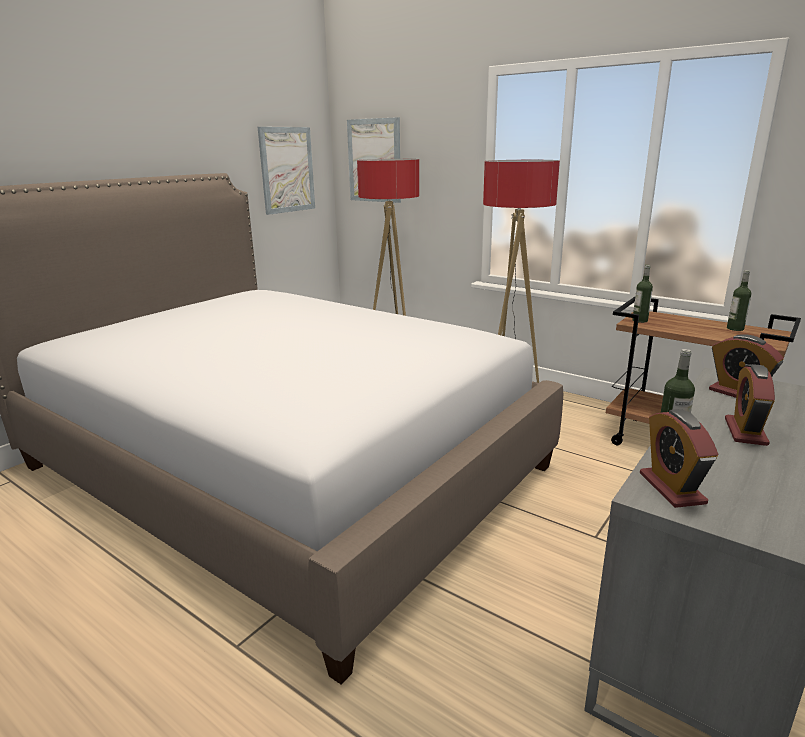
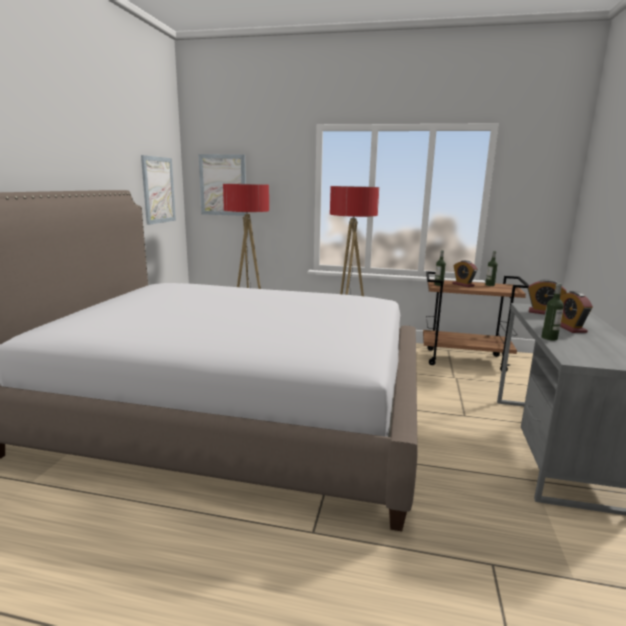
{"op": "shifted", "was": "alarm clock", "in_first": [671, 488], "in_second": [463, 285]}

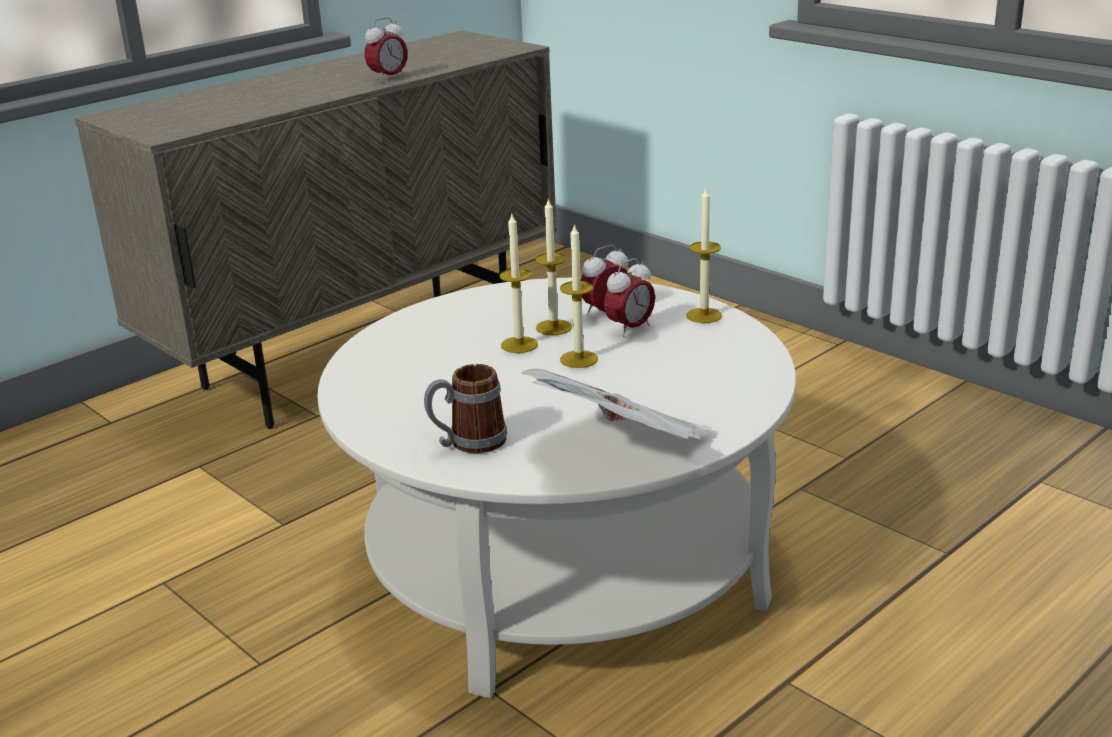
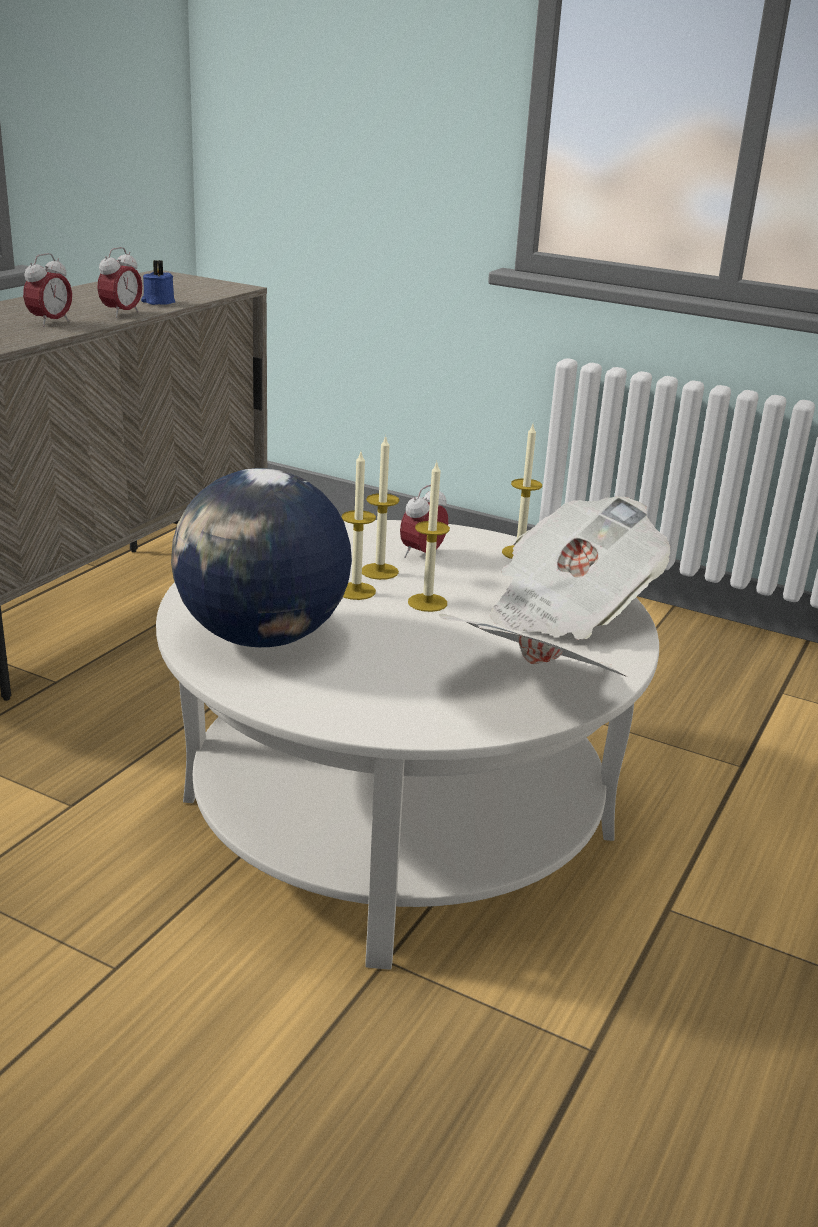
{"op": "shifted", "was": "alarm clock", "in_first": [630, 329], "in_second": [50, 323]}
{"op": "new", "now": "blue candle", "in_second": [158, 302]}
{"op": "new", "now": "globe", "in_second": [262, 638]}
{"op": "new", "now": "newspaper", "in_second": [568, 609]}
{"op": "gone", "was": "mug", "in_first": [468, 443]}

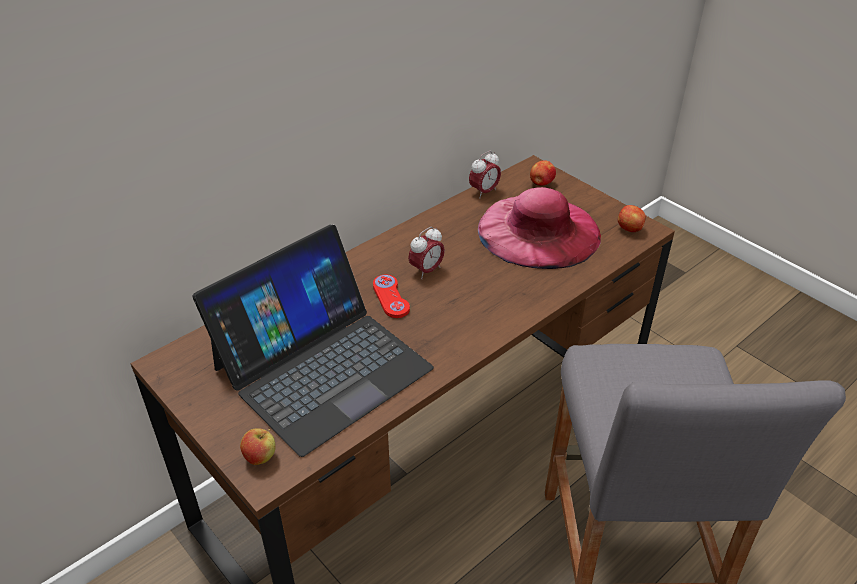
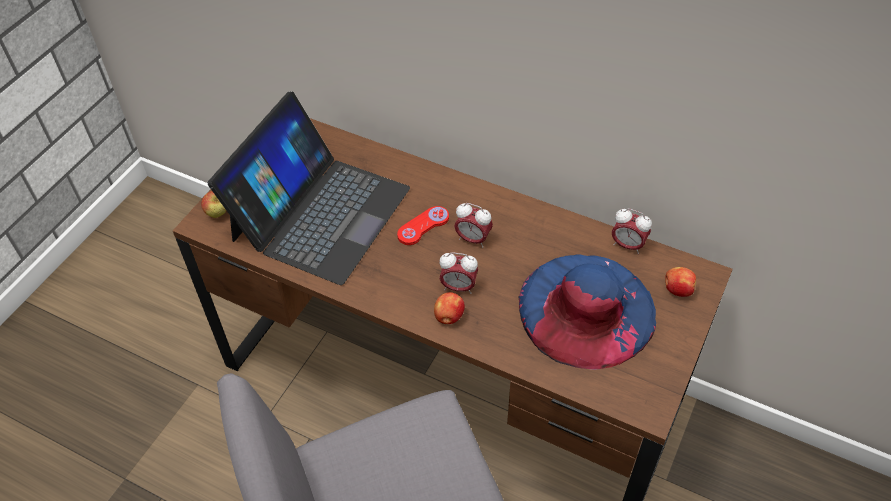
{"op": "rotated", "was": "laptop", "in_first": [322, 367], "in_second": [320, 213], "clockwise": -90}
{"op": "shifted", "was": "apple", "in_first": [630, 229], "in_second": [448, 317]}
{"op": "new", "now": "alarm clock", "in_second": [458, 287]}
{"op": "repainted", "was": "pink hat", "now": "blue hat", "in_first": [538, 231], "in_second": [586, 309]}

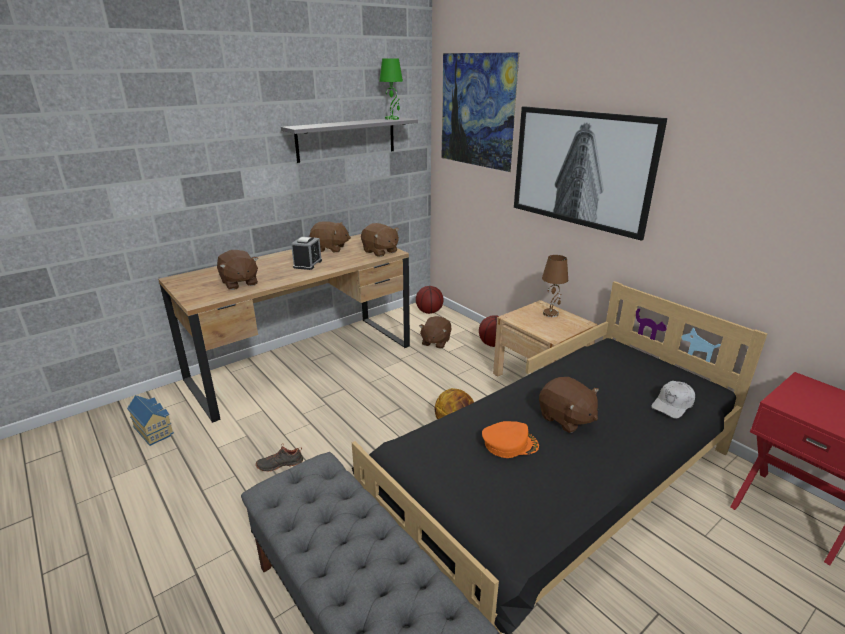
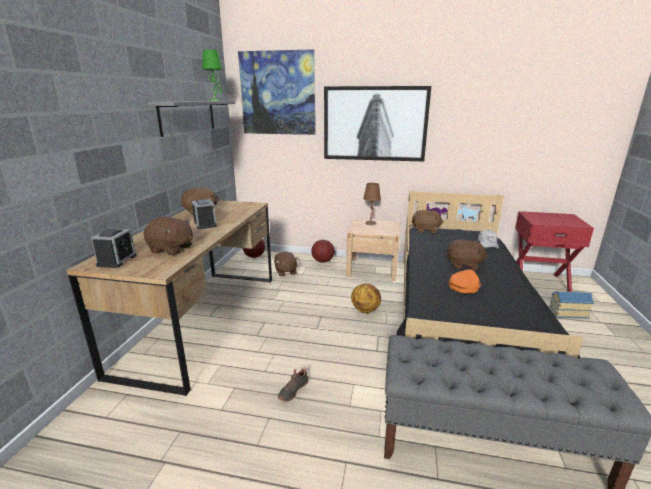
{"op": "new", "now": "alarm clock", "in_second": [117, 260]}
{"op": "shifted", "was": "brown plush toy", "in_first": [380, 252], "in_second": [425, 230]}
{"op": "shifted", "was": "toy house", "in_first": [154, 429], "in_second": [566, 312]}

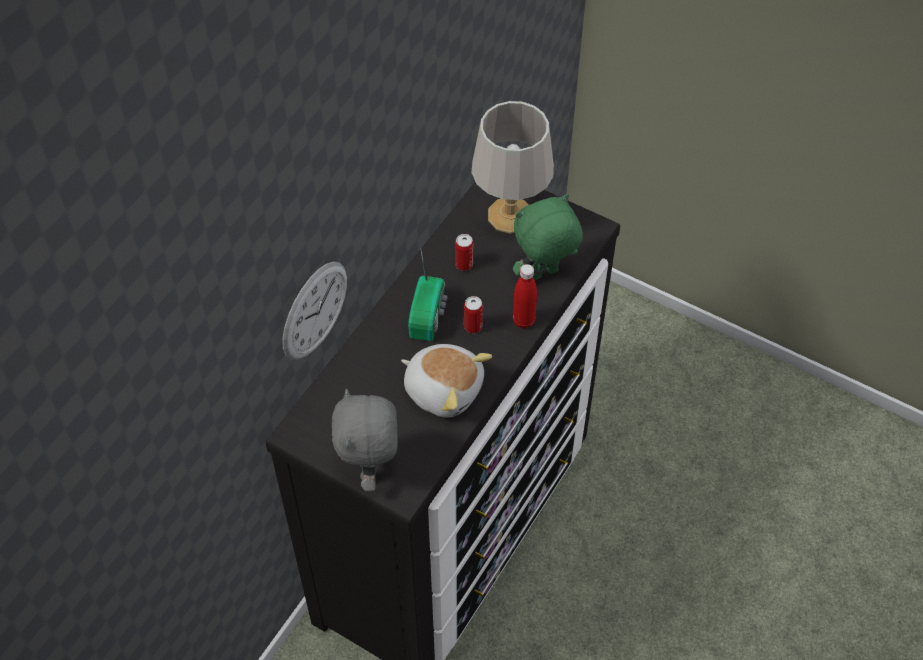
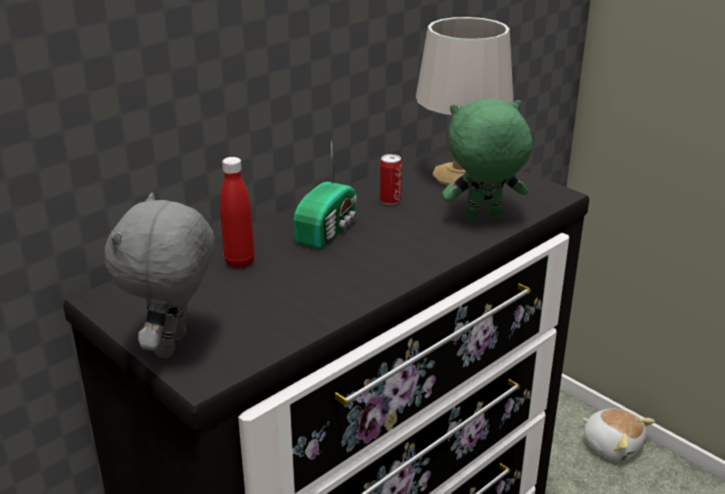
{"op": "shifted", "was": "red bottle", "in_first": [523, 321], "in_second": [239, 262]}
{"op": "shifted", "was": "plush toy", "in_first": [444, 389], "in_second": [612, 445]}
{"op": "gone", "was": "wall clock", "in_first": [314, 310]}
{"op": "gone", "was": "can", "in_first": [473, 326]}

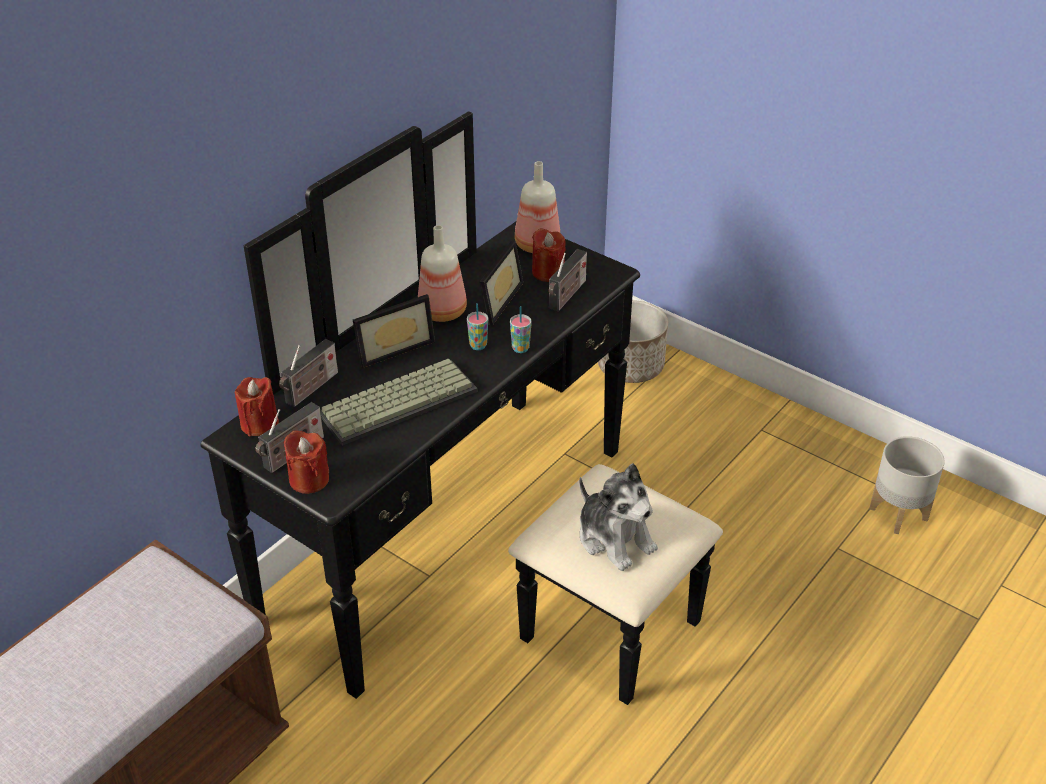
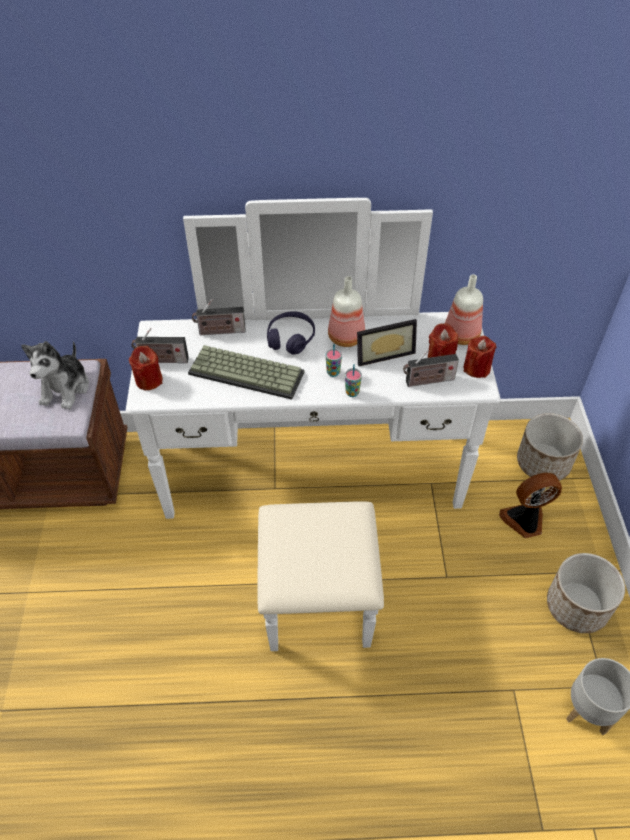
{"op": "shifted", "was": "plush toy", "in_first": [615, 538], "in_second": [65, 388]}
{"op": "repainted", "was": "black dresser", "now": "white dresser", "in_first": [483, 552], "in_second": [315, 500]}
{"op": "swapped", "was": "picture frame", "now": "purple headphones", "in_first": [392, 347], "in_second": [291, 338]}
{"op": "shifted", "was": "red candle", "in_first": [259, 424], "in_second": [476, 368]}
{"op": "new", "now": "fan", "in_second": [524, 521]}
{"op": "new", "now": "planter", "in_second": [577, 607]}

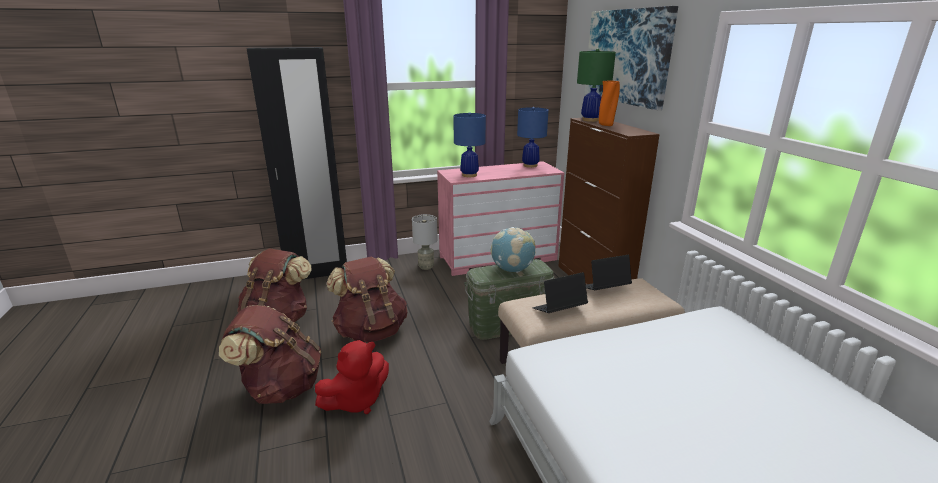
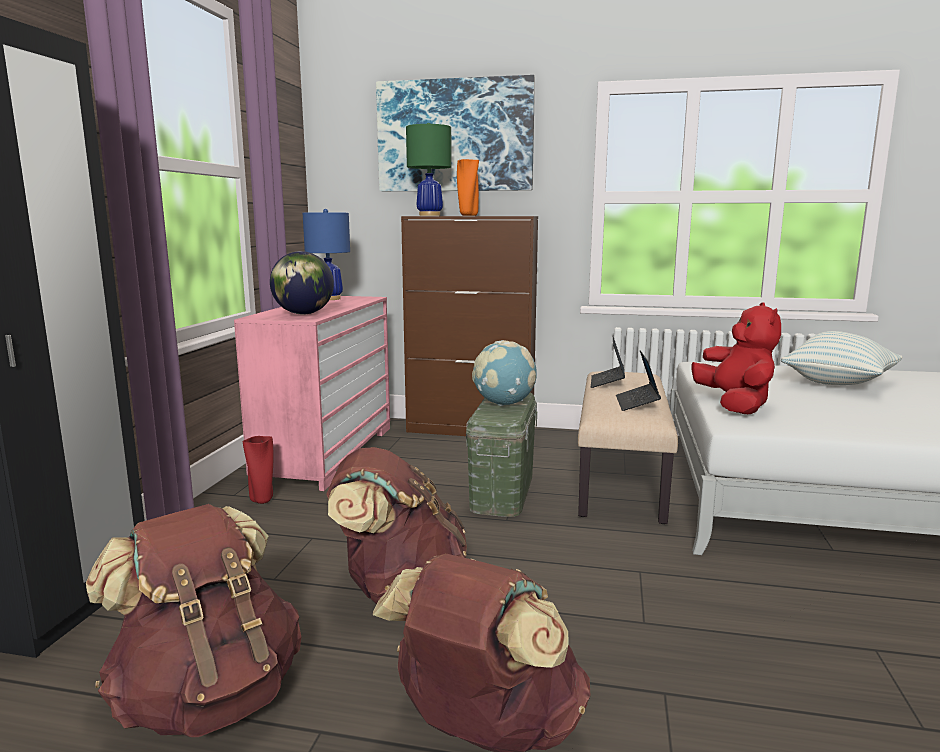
{"op": "swapped", "was": "grey table lamp", "now": "red vase", "in_first": [426, 267], "in_second": [262, 501]}
{"op": "swapped", "was": "blue table lamp", "now": "globe", "in_first": [469, 175], "in_second": [303, 314]}
{"op": "shifted", "was": "red plush toy", "in_first": [356, 401], "in_second": [735, 405]}
{"op": "new", "now": "pillow", "in_second": [838, 383]}

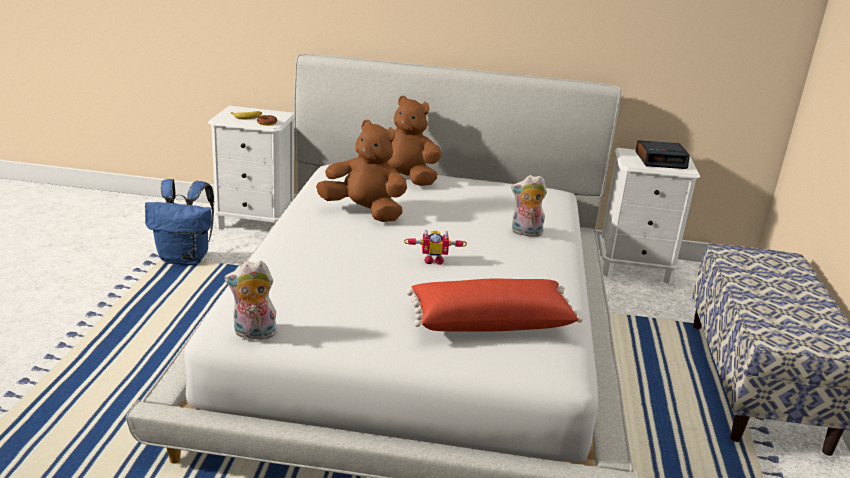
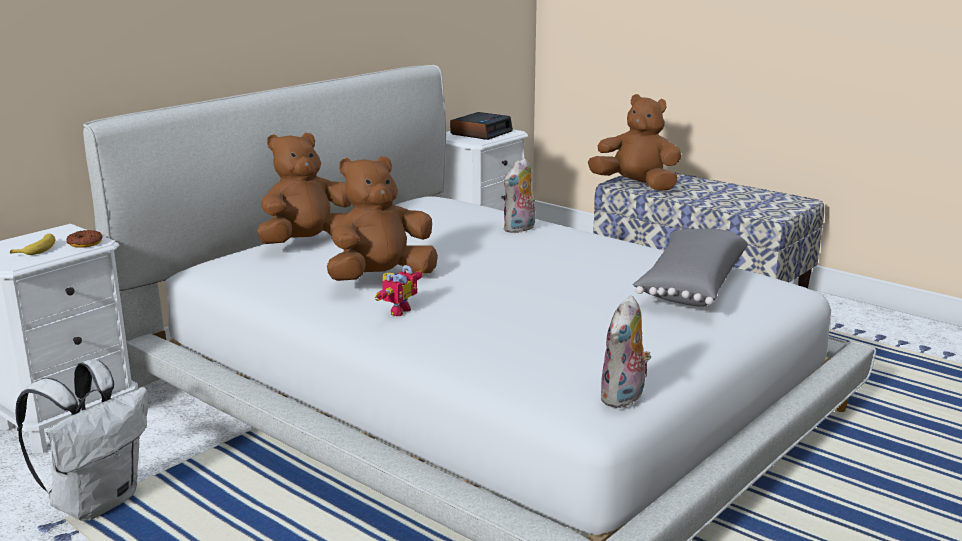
{"op": "repainted", "was": "blue backpack", "now": "white backpack", "in_first": [185, 258], "in_second": [97, 501]}
{"op": "shifted", "was": "toy robot", "in_first": [433, 260], "in_second": [396, 310]}
{"op": "new", "now": "brown plush toy", "in_second": [636, 186]}
{"op": "repainted", "was": "red pillow", "now": "grey pillow", "in_first": [490, 322], "in_second": [689, 286]}

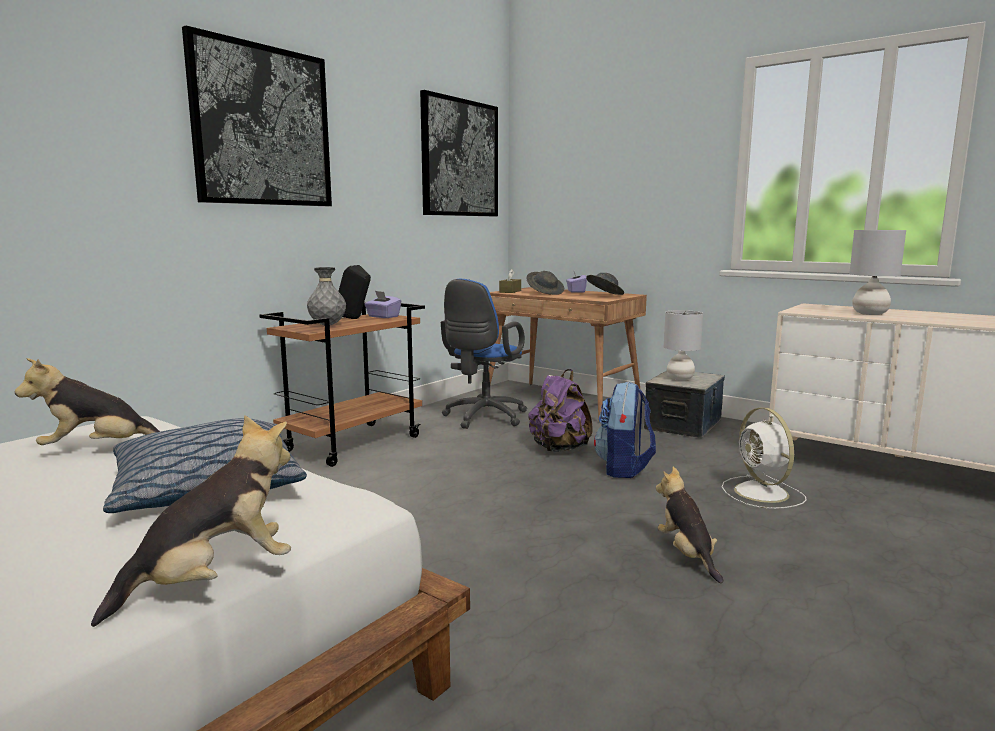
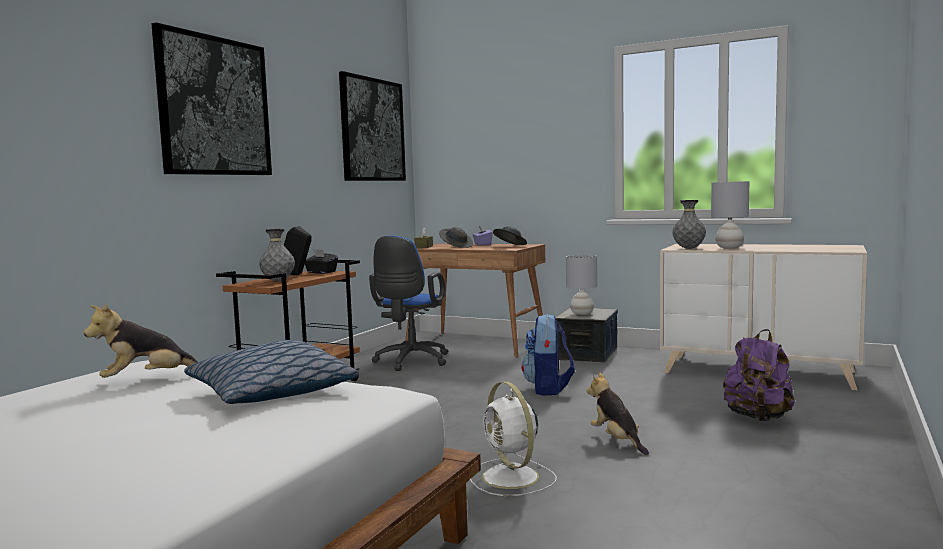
{"op": "repainted", "was": "purple tissue box", "now": "black tissue box", "in_first": [383, 316], "in_second": [321, 272]}
{"op": "shifted", "was": "white fan", "in_first": [762, 493], "in_second": [512, 478]}
{"op": "new", "now": "grey vase", "in_second": [688, 248]}
{"op": "shifted", "was": "purple backpack", "in_first": [558, 449], "in_second": [758, 418]}
{"op": "gone", "was": "plush toy", "in_first": [214, 581]}

